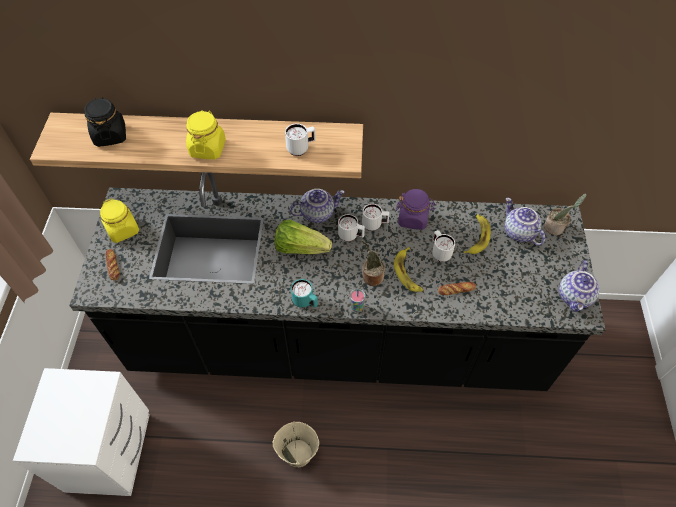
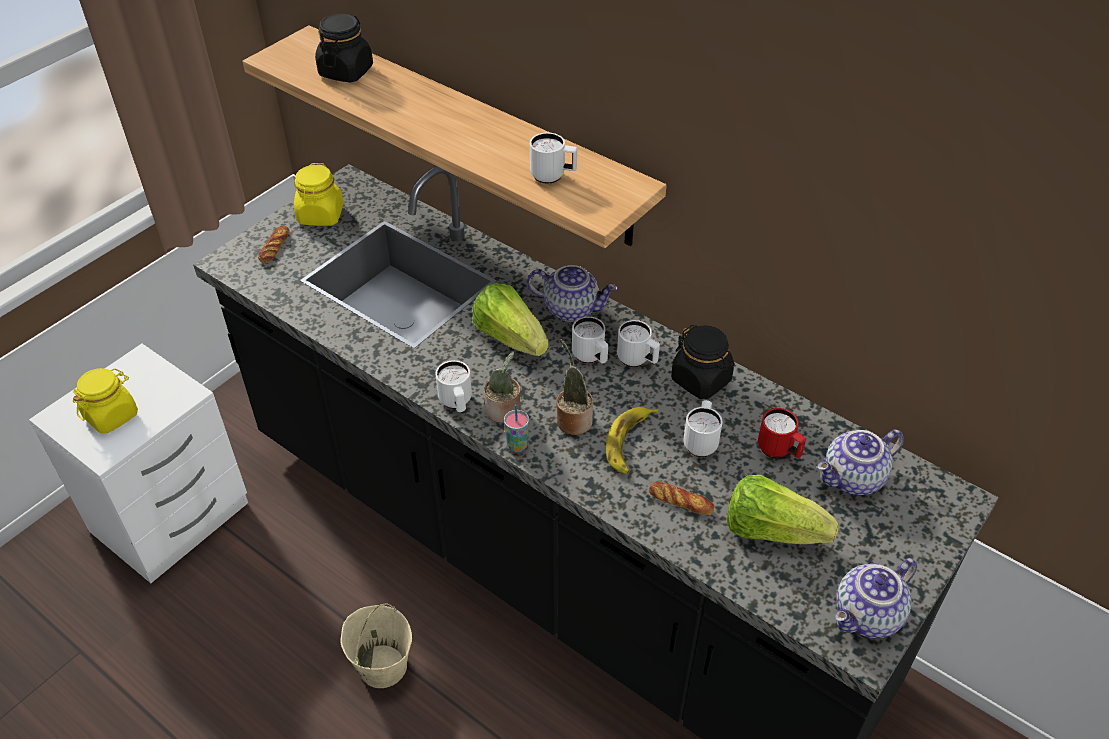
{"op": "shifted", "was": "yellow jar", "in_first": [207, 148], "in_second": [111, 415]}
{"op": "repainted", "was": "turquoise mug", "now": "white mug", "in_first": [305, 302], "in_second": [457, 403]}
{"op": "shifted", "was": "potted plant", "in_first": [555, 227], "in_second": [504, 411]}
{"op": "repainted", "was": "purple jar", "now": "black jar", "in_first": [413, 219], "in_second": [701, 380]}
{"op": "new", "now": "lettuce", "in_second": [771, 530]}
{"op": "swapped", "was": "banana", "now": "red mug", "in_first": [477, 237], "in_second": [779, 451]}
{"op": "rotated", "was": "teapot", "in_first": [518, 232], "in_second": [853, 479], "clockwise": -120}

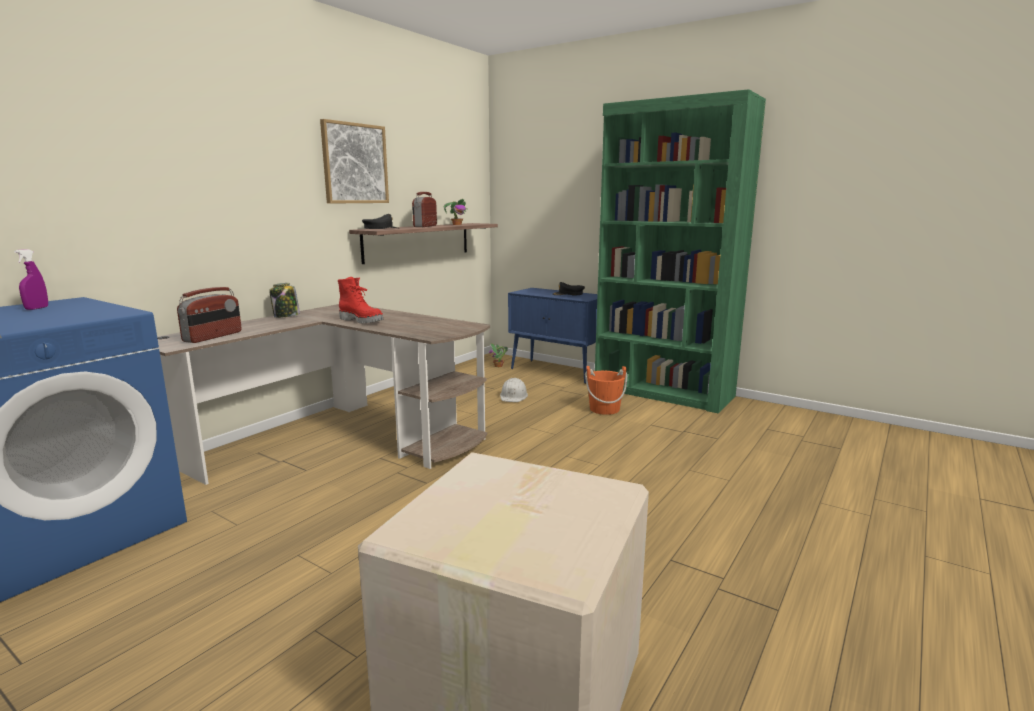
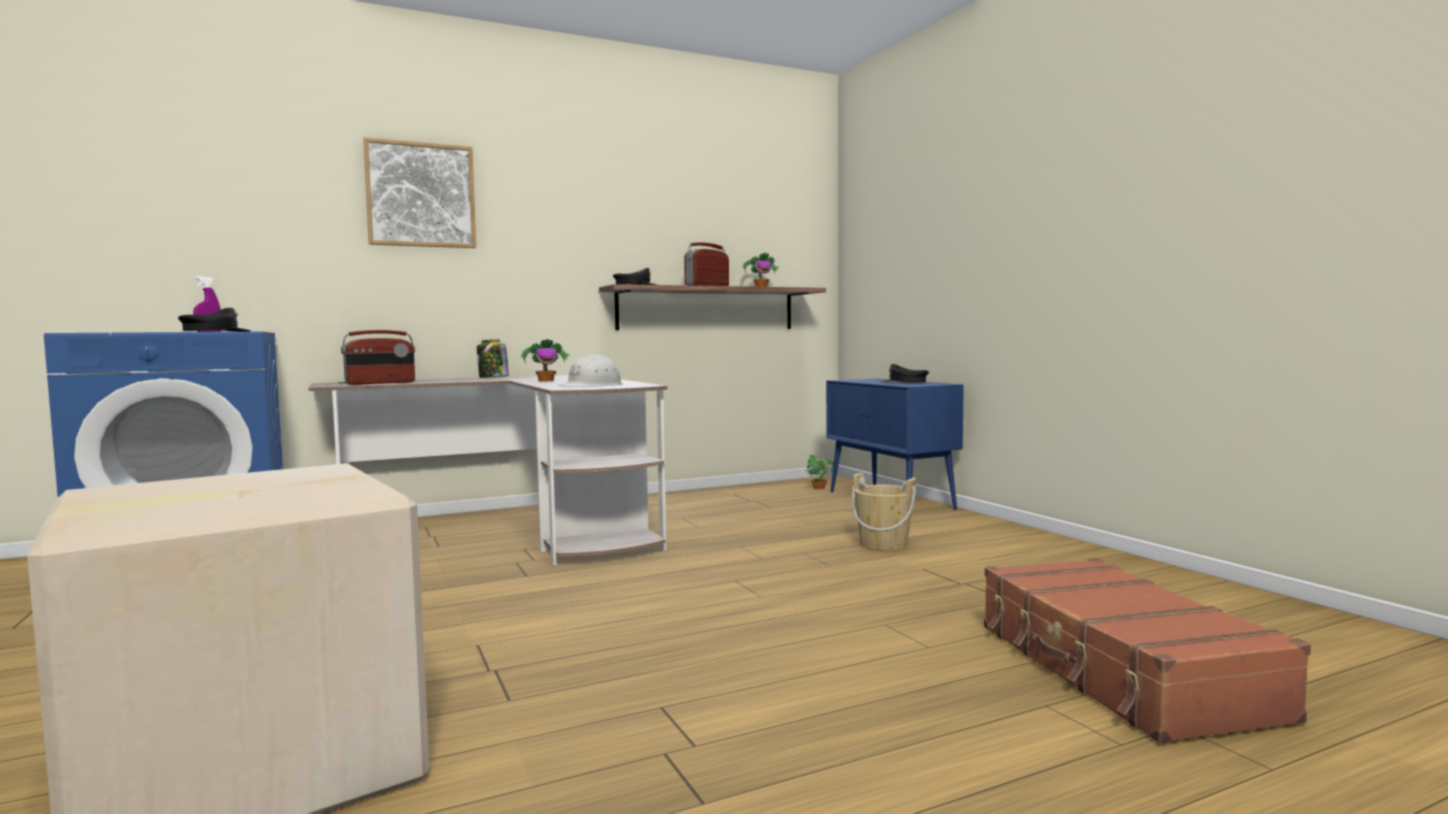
{"op": "new", "now": "black cap", "in_second": [215, 331]}
{"op": "shifted", "was": "picture", "in_first": [355, 163], "in_second": [421, 195]}
{"op": "swapped", "was": "red boot", "now": "potted plant", "in_first": [362, 321], "in_second": [546, 381]}
{"op": "shifted", "was": "white hard hat", "in_first": [513, 396], "in_second": [592, 386]}
{"op": "repainted", "was": "orange bucket", "now": "beige bucket", "in_first": [604, 409], "in_second": [883, 544]}
{"op": "new", "now": "brown suitcase", "in_second": [1120, 670]}
{"op": "gone", "was": "green bookcase", "in_first": [663, 392]}

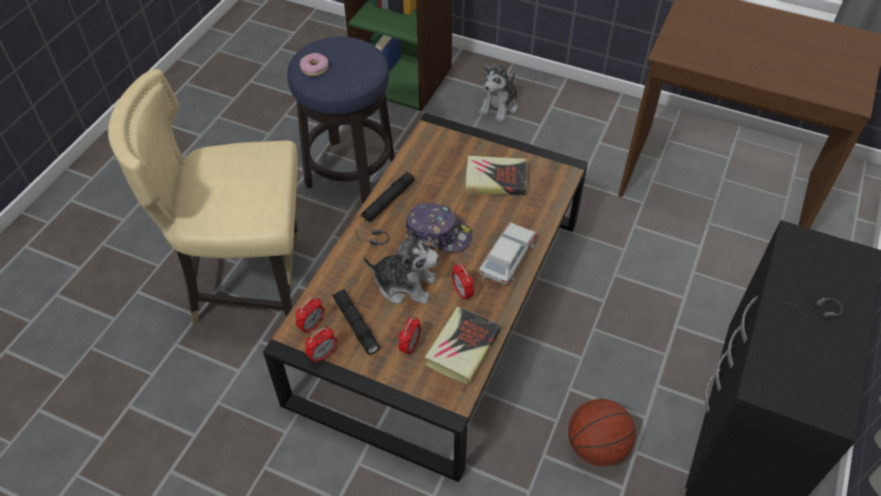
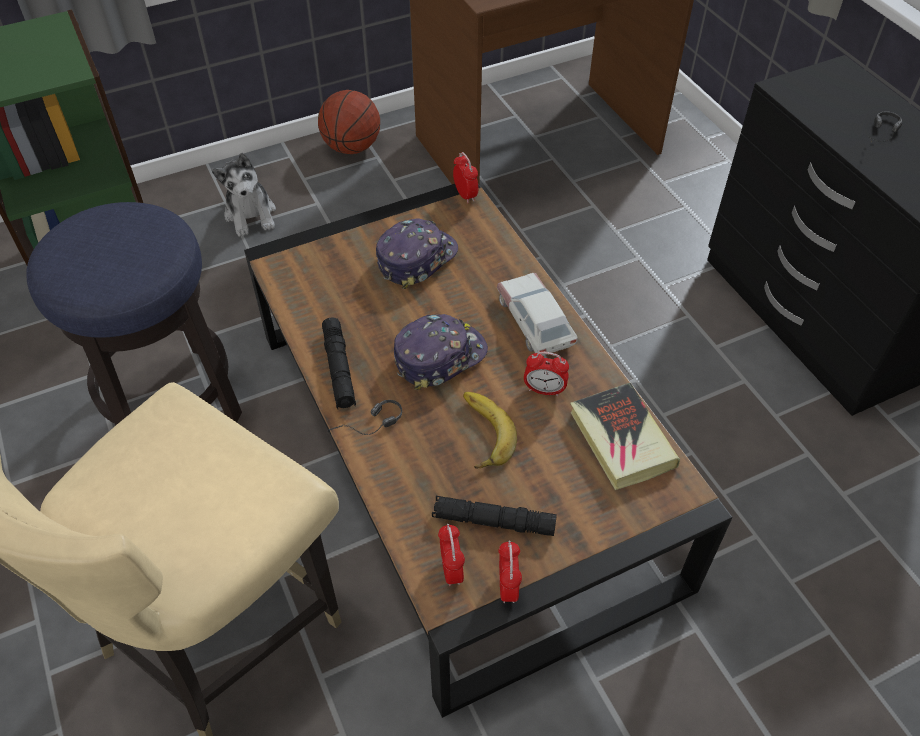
{"op": "shifted", "was": "basketball", "in_first": [597, 446], "in_second": [352, 147]}
{"op": "swapped", "was": "book", "now": "cap", "in_first": [495, 179], "in_second": [416, 259]}
{"op": "shifted", "was": "alarm clock", "in_first": [410, 346], "in_second": [465, 195]}
{"op": "swapped", "was": "plush toy", "now": "banana", "in_first": [405, 284], "in_second": [480, 433]}
{"op": "gone", "was": "donut", "in_first": [314, 68]}

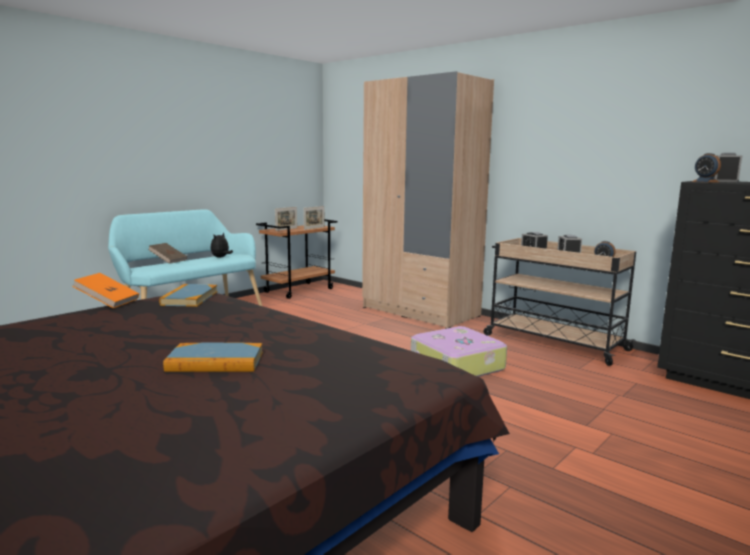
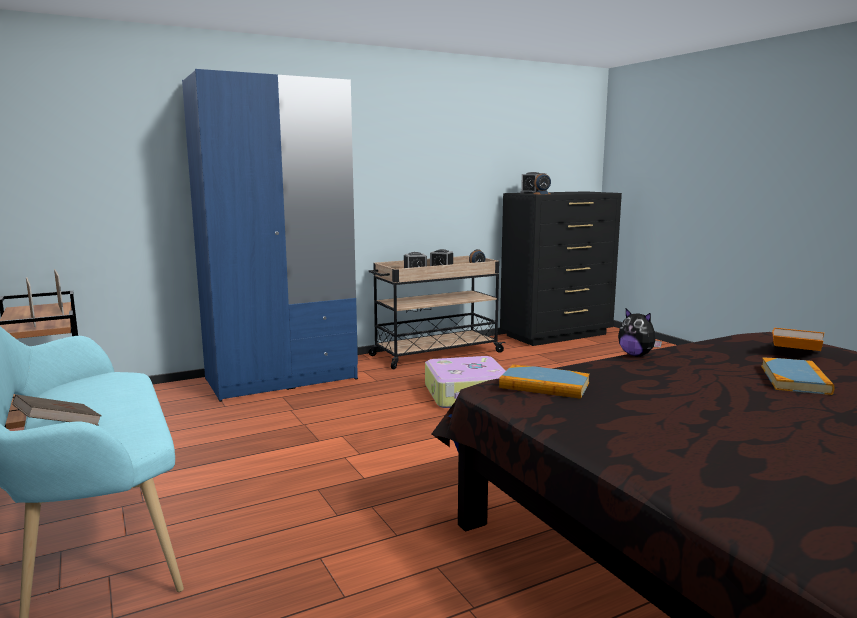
{"op": "repainted", "was": "beige wardrobe", "now": "blue wardrobe", "in_first": [420, 311], "in_second": [281, 379]}
{"op": "shifted", "was": "plush toy", "in_first": [221, 257], "in_second": [636, 355]}
{"op": "shifted", "was": "orange book", "in_first": [108, 302], "in_second": [795, 353]}

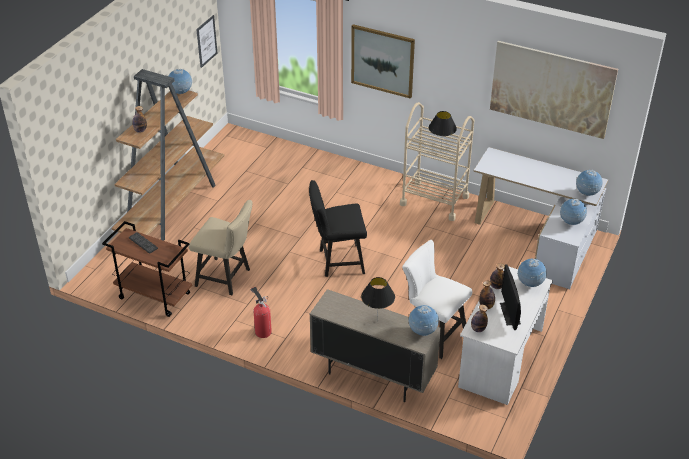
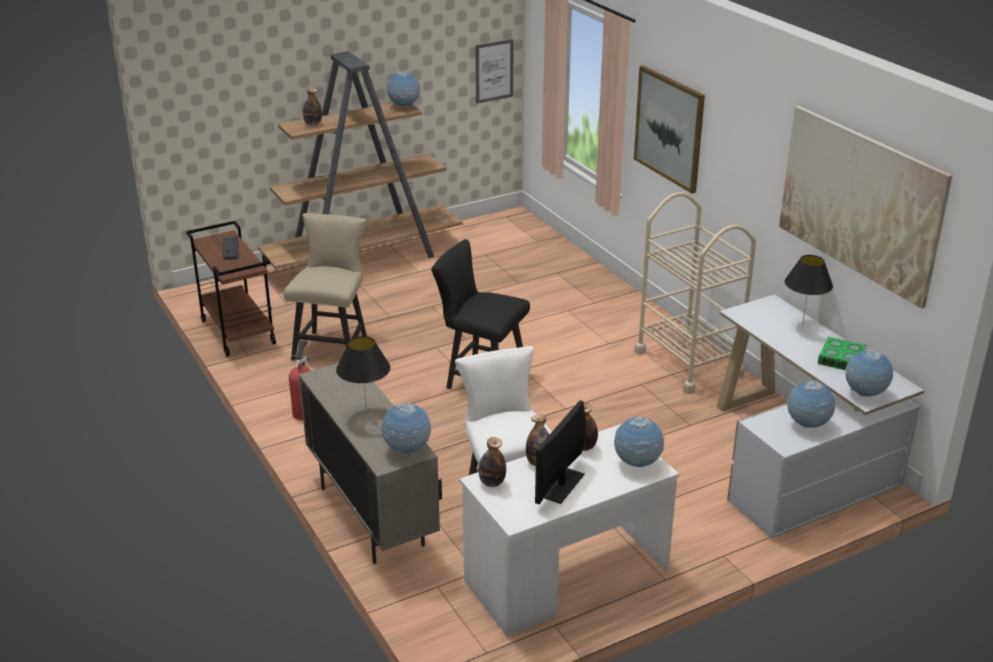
{"op": "rotated", "was": "beige chair", "in_first": [226, 278], "in_second": [333, 346], "clockwise": -135}
{"op": "shifted", "was": "black table lamp", "in_first": [440, 151], "in_second": [802, 326]}
{"op": "new", "now": "book", "in_second": [841, 359]}

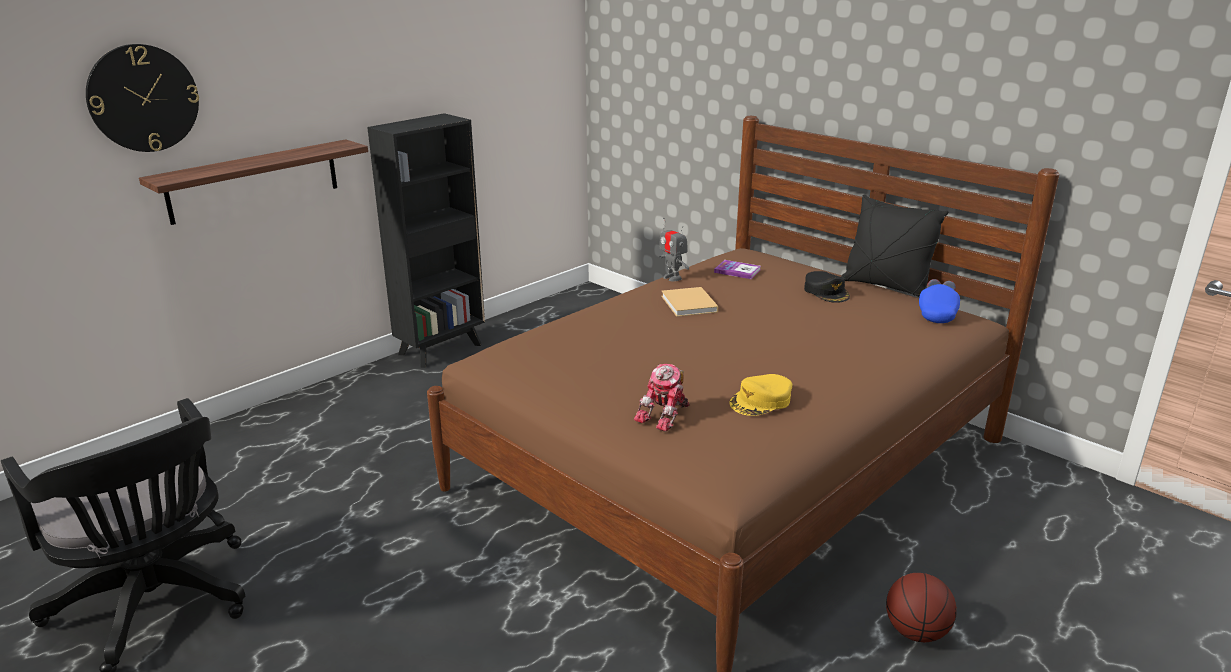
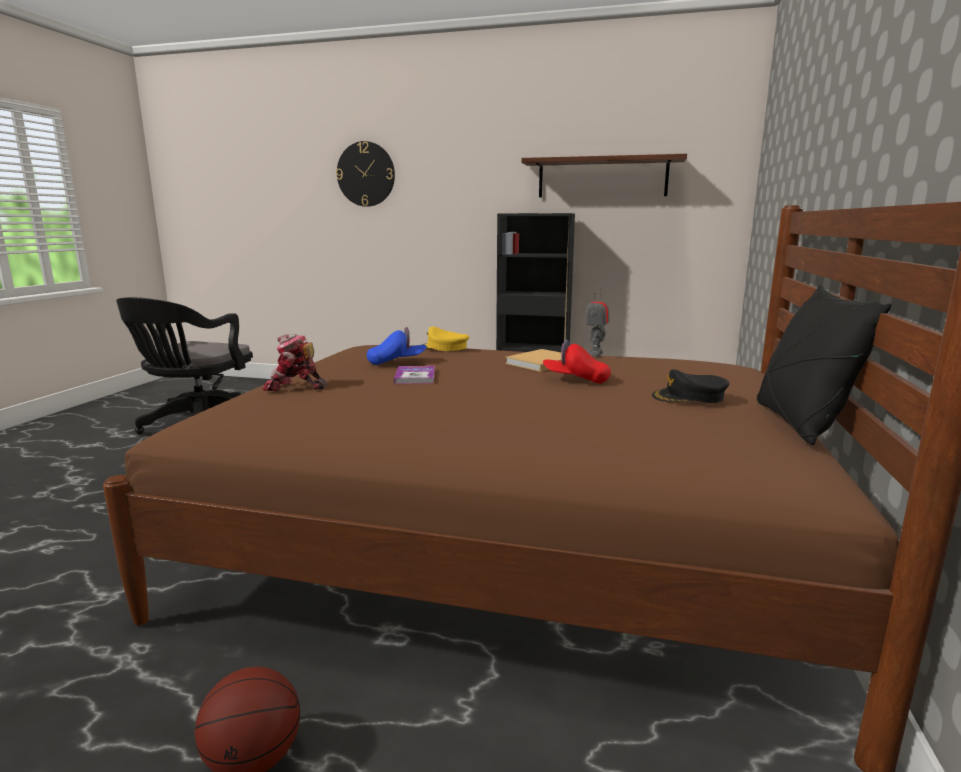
{"op": "shifted", "was": "blue cap", "in_first": [937, 314], "in_second": [397, 362]}
{"op": "shifted", "was": "book", "in_first": [737, 271], "in_second": [415, 376]}
{"op": "shifted", "was": "yellow cap", "in_first": [761, 401], "in_second": [443, 347]}
{"op": "shifted", "was": "shelf", "in_first": [254, 181], "in_second": [602, 178]}
{"op": "new", "now": "red cap", "in_second": [576, 380]}
{"op": "rotated", "was": "black cap", "in_first": [826, 292], "in_second": [689, 397], "clockwise": 45}

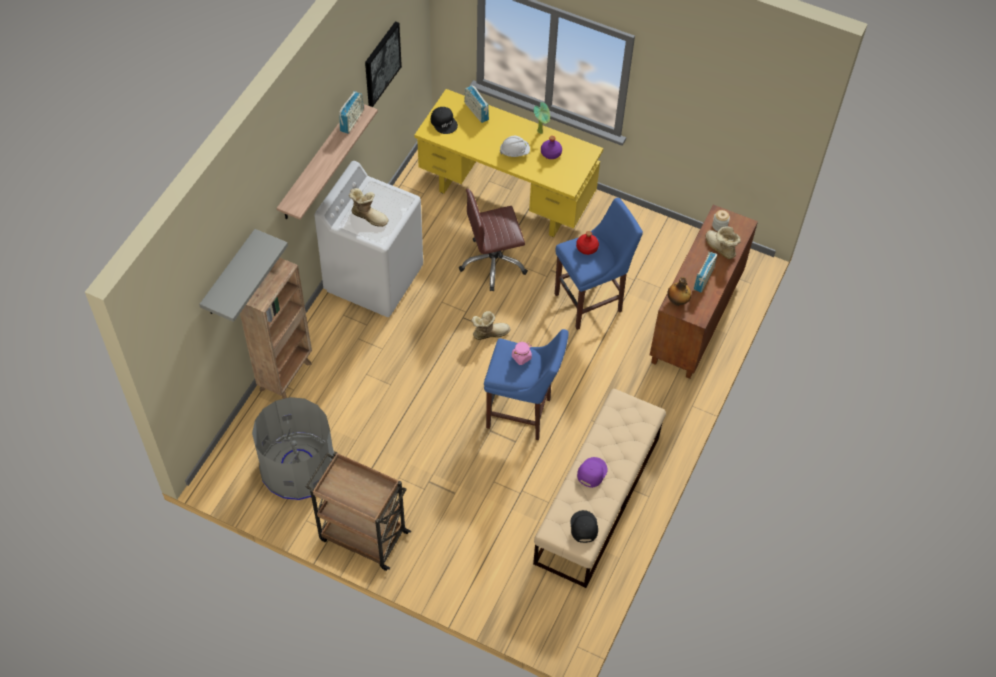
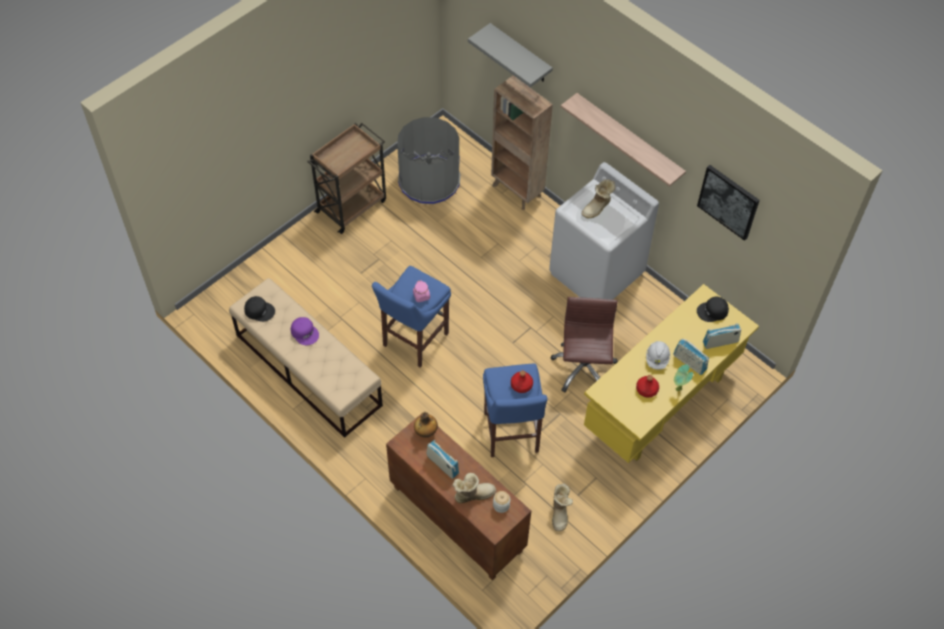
{"op": "shifted", "was": "boot", "in_first": [489, 332], "in_second": [560, 513]}
{"op": "repainted", "was": "purple bottle", "now": "red bottle", "in_first": [550, 153], "in_second": [647, 389]}
{"op": "shifted", "was": "radio", "in_first": [352, 120], "in_second": [689, 363]}

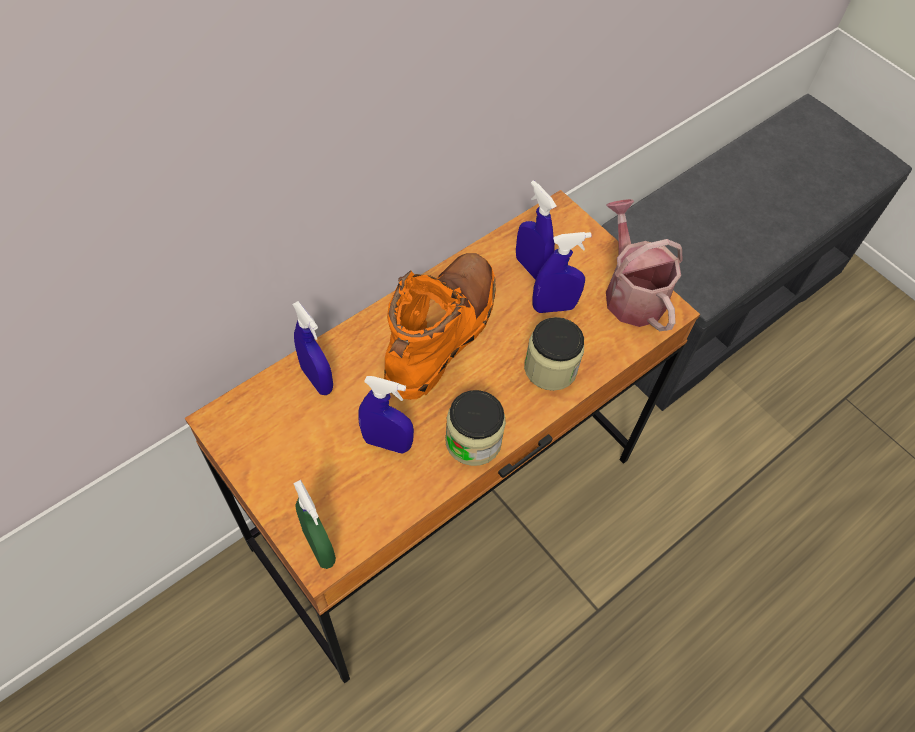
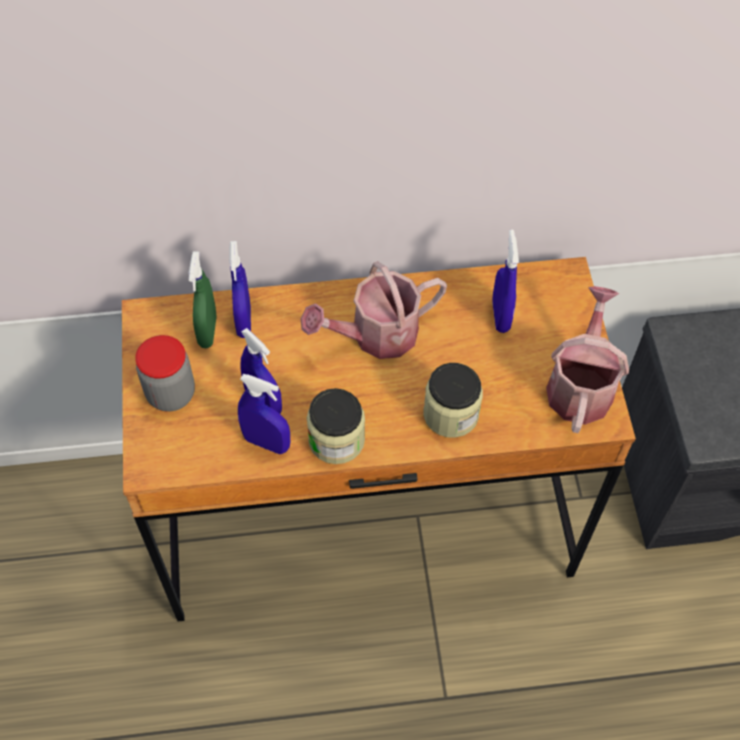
{"op": "new", "now": "jar", "in_second": [171, 393]}
{"op": "shifted", "was": "green spray bottle", "in_first": [319, 547], "in_second": [207, 331]}
{"op": "shifted", "was": "blue spray bottle", "in_first": [554, 307], "in_second": [266, 443]}
{"op": "swapped", "was": "orange boot", "now": "watering can", "in_first": [442, 334], "in_second": [375, 335]}

